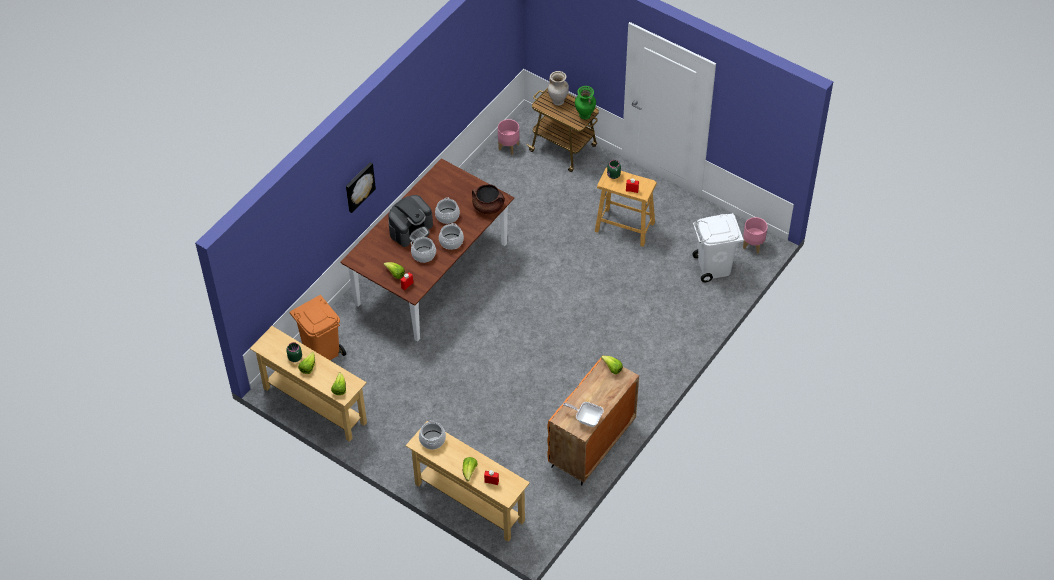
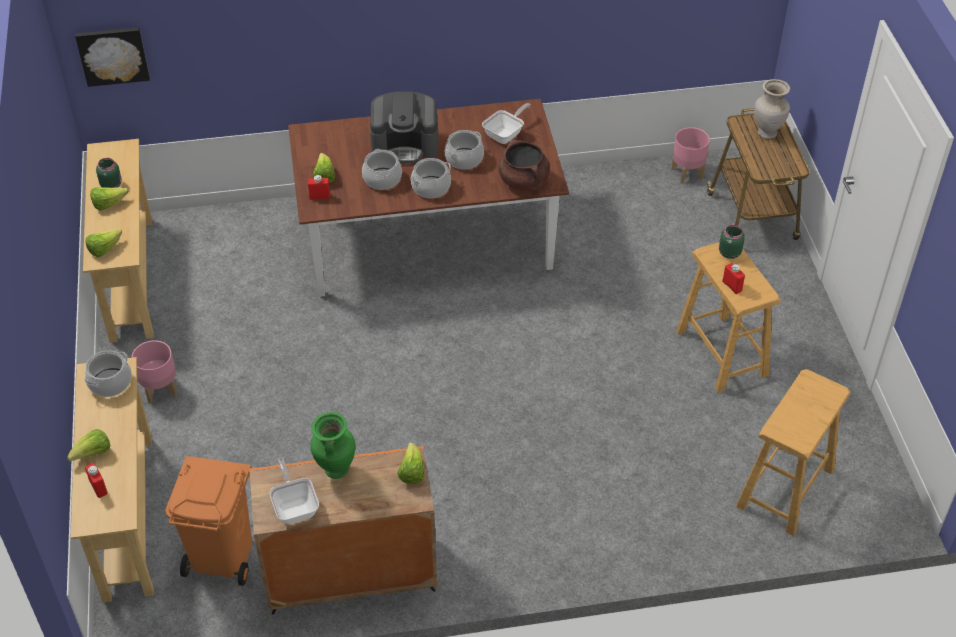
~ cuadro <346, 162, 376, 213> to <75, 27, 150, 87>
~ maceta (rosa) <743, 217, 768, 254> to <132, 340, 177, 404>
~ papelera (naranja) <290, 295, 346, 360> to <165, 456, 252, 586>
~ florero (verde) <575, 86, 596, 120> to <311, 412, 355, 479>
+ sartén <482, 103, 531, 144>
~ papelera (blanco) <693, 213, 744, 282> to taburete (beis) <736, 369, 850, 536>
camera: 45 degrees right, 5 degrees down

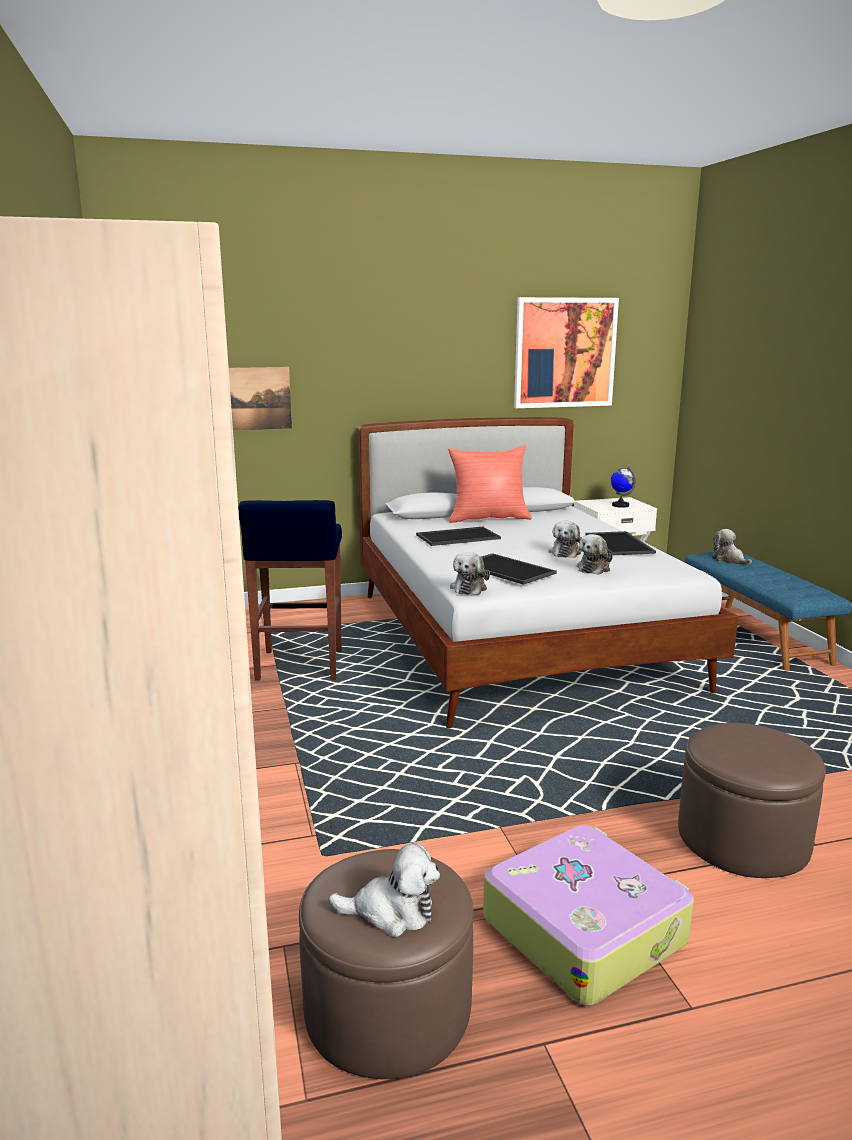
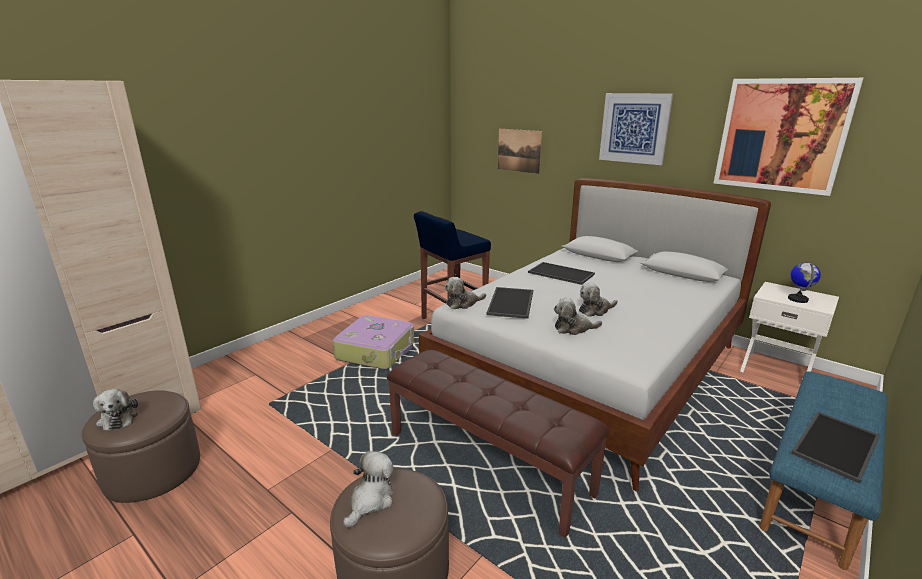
~ maleta <483, 825, 694, 1006> to <333, 315, 414, 369>
~ peluche <711, 529, 752, 565> to <343, 451, 393, 528>
+ banco (marrón) <387, 350, 610, 538>
+ cuadro <599, 93, 673, 165>
~ bandeja <585, 531, 656, 555> to <791, 412, 880, 484>
- cojín (rojo) <448, 446, 532, 523>
camera: 55 degrees right, 5 degrees up

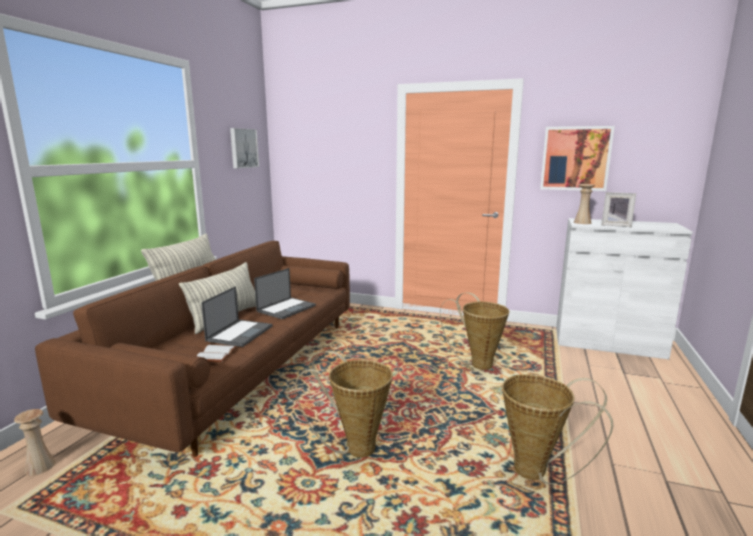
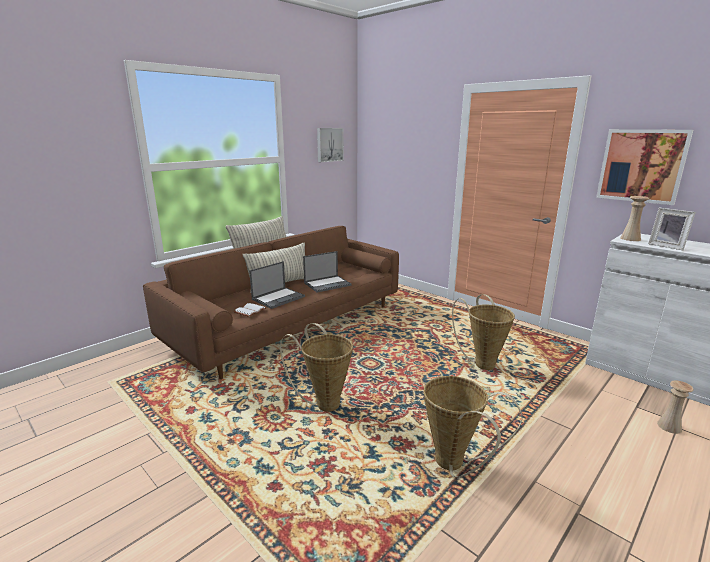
~ florero (beis) <14, 409, 55, 476> to <657, 380, 694, 434>
camera: 25 degrees right, 5 degrees up

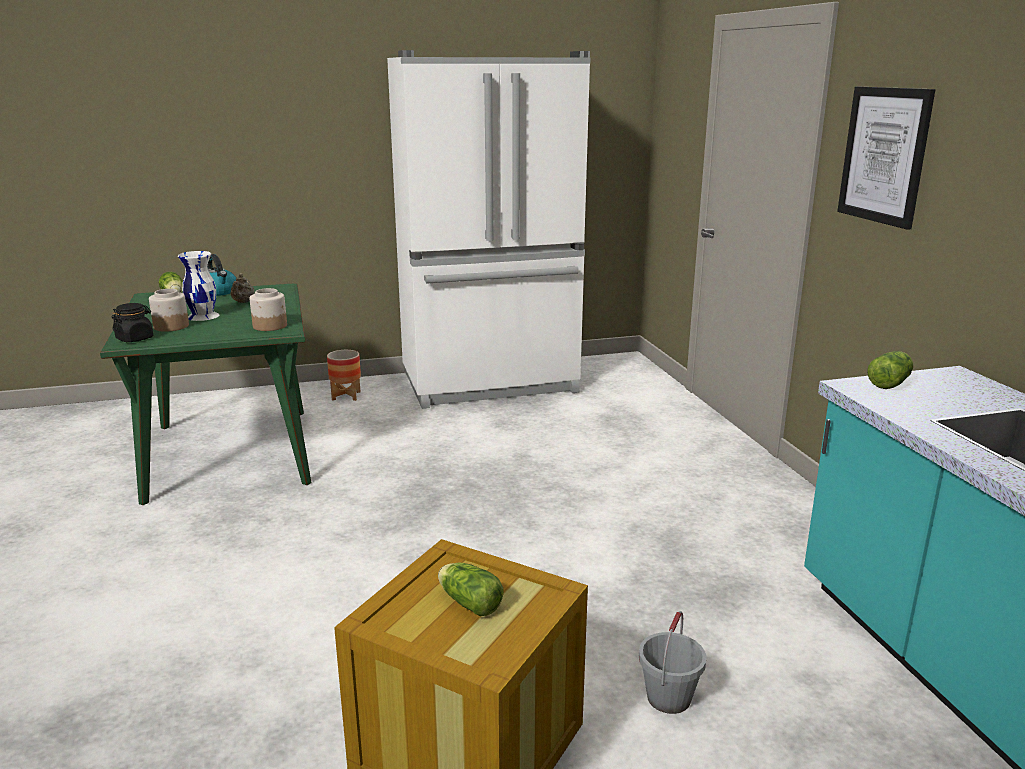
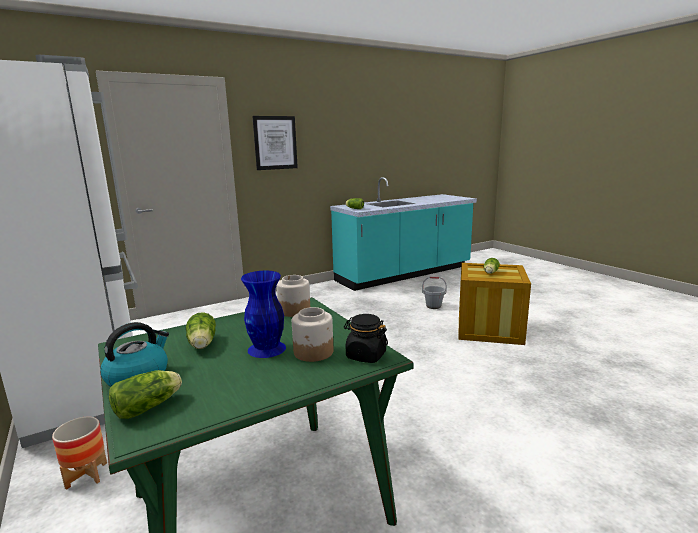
~ tetera (beis) <230, 273, 254, 303> to lechuga <186, 312, 216, 349>
~ florero (blanco) <178, 251, 219, 321> to florero (azul) <241, 271, 286, 358>
camera: 105 degrees left, 5 degrees down

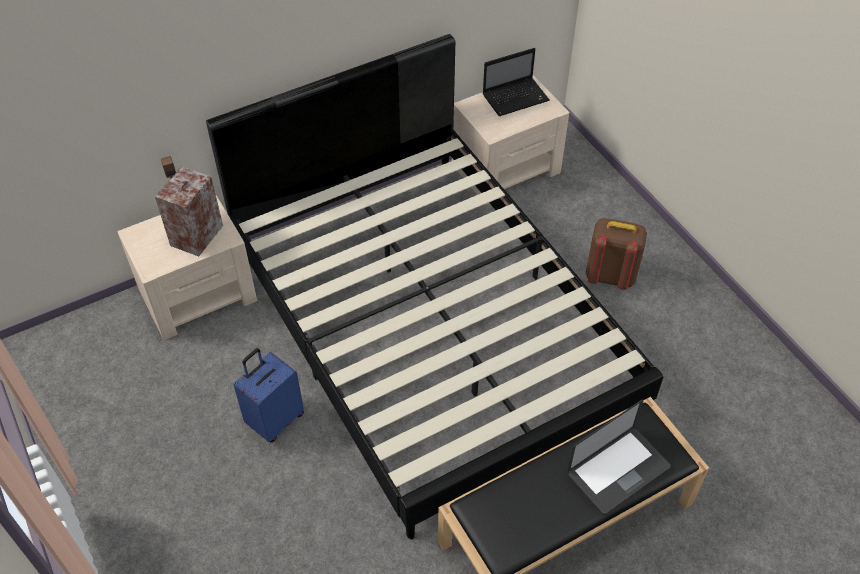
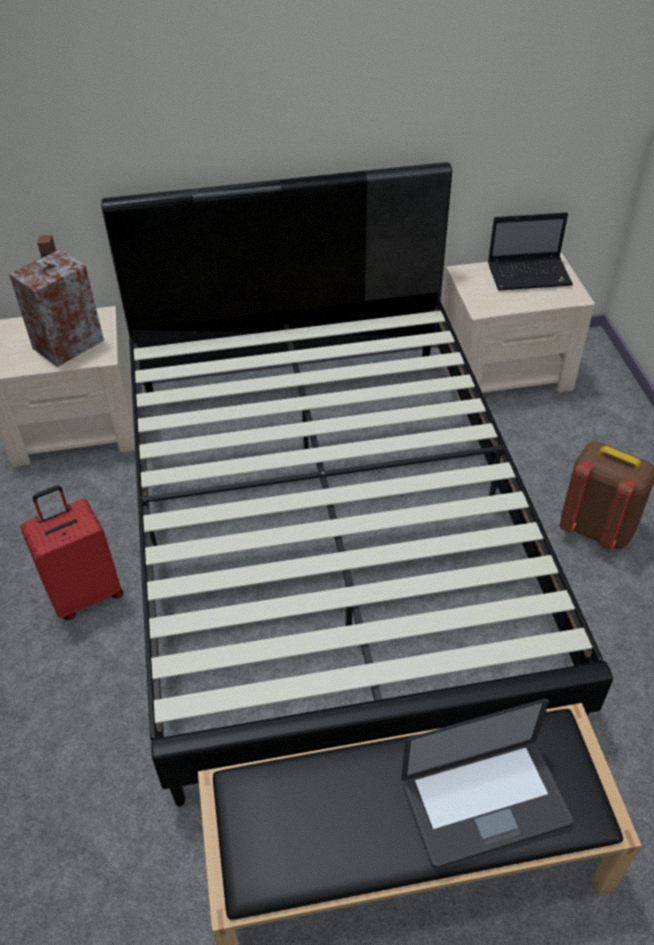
~ maleta (azul) <234, 348, 304, 442> to maleta (rojo) <20, 485, 123, 620>
camera: 20 degrees right, 5 degrees down

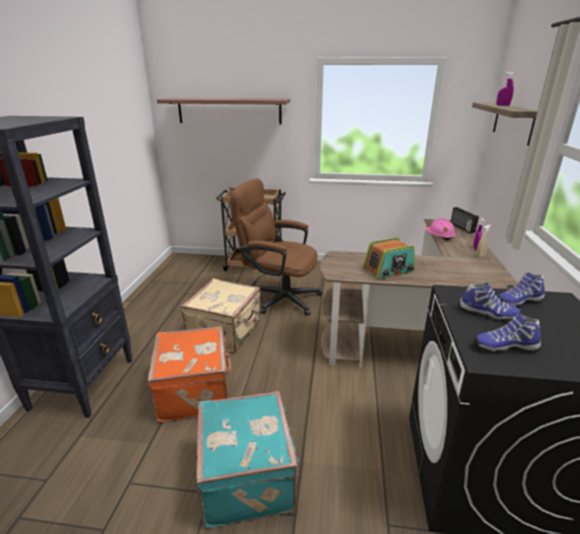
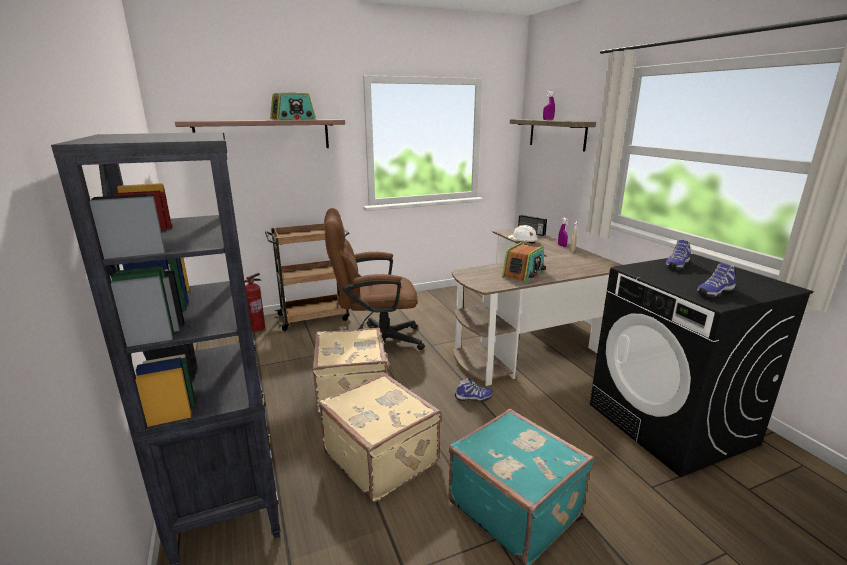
+ extintor <245, 273, 265, 332>
+ radio <270, 93, 316, 120>
~ maleta (naranja) <147, 326, 232, 422> to maleta (beis) <319, 373, 441, 502>
~ zapato <458, 282, 521, 322> to <455, 378, 493, 402>
~ casco (rosa) <425, 218, 456, 240> to casco (blanco) <508, 225, 538, 244>
camera: 30 degrees left, 5 degrees down

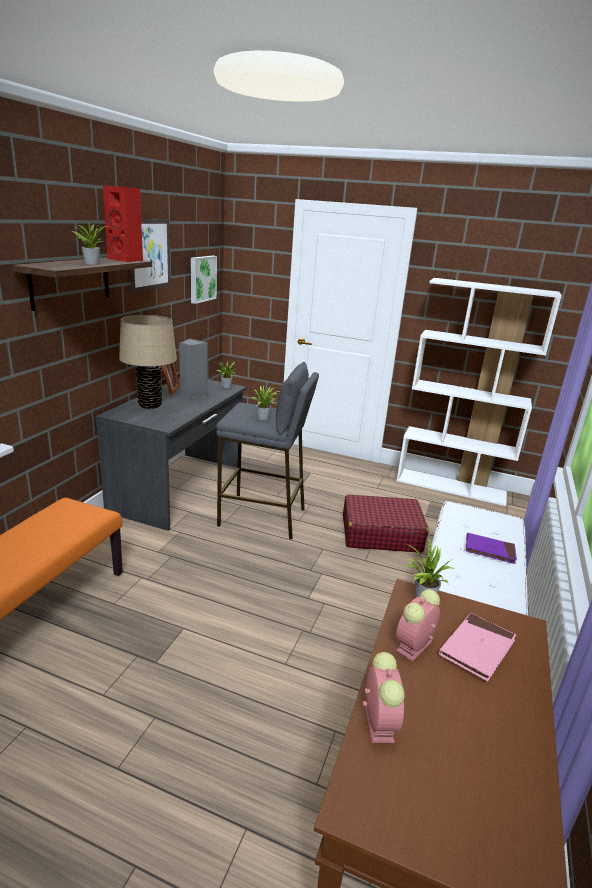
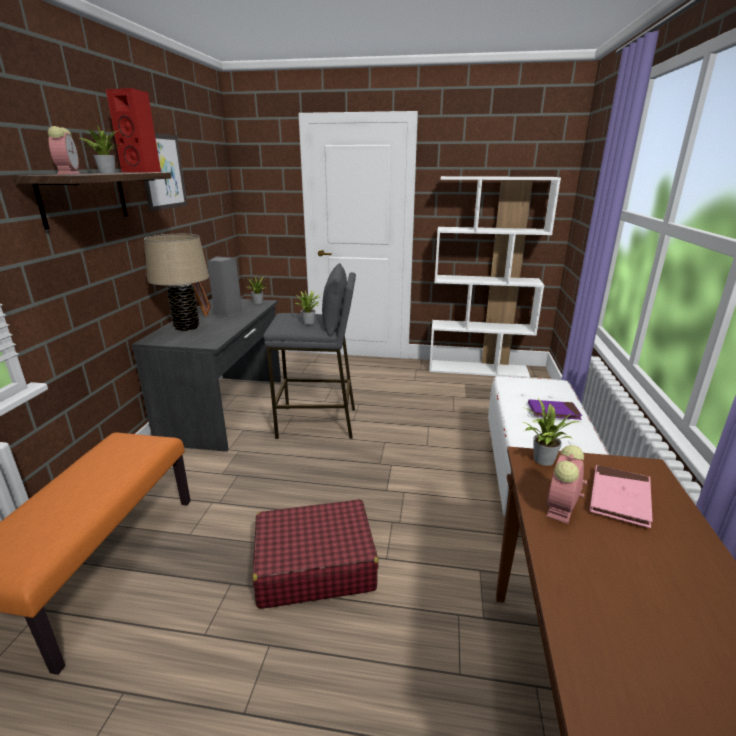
~ despertador <362, 652, 405, 743> to <48, 126, 80, 174>
~ maleta (rojo) <343, 494, 429, 553> to <252, 499, 378, 609>
- cuadro <191, 256, 217, 304>
camera: 10 degrees left, 0 degrees up

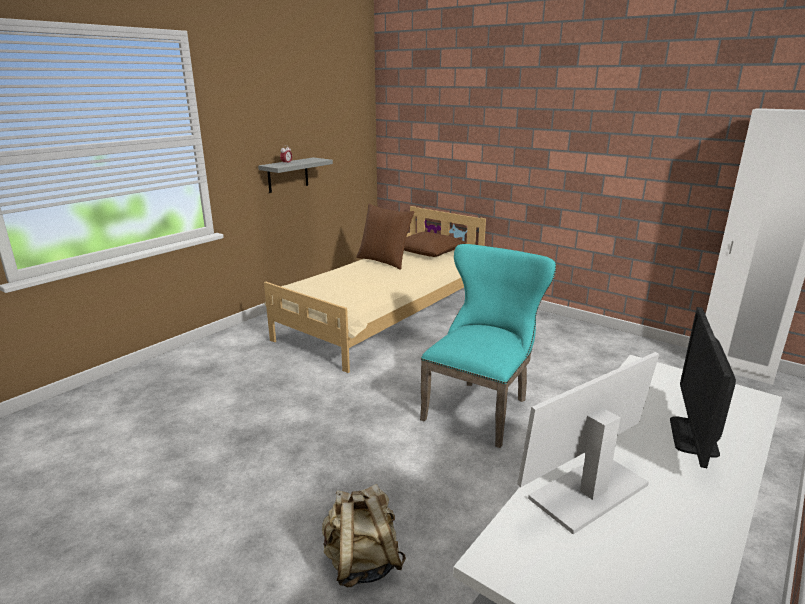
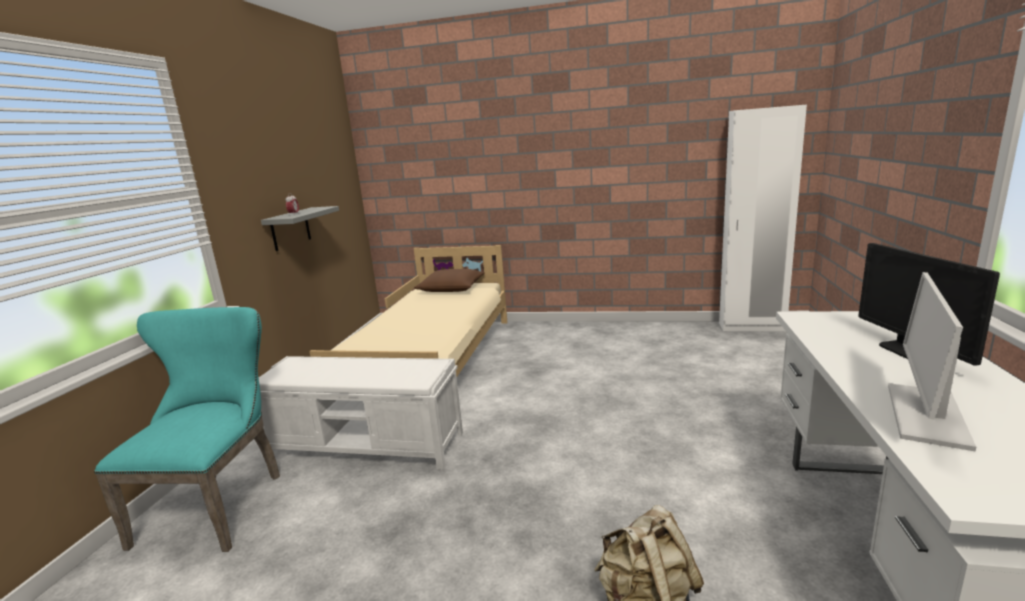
~ silla (turquesa) <420, 244, 556, 448> to <94, 307, 280, 552>
+ banco (blanco) <258, 356, 463, 470>
- cojín (marrón) <356, 204, 414, 270>
camera: 25 degrees left, 5 degrees down

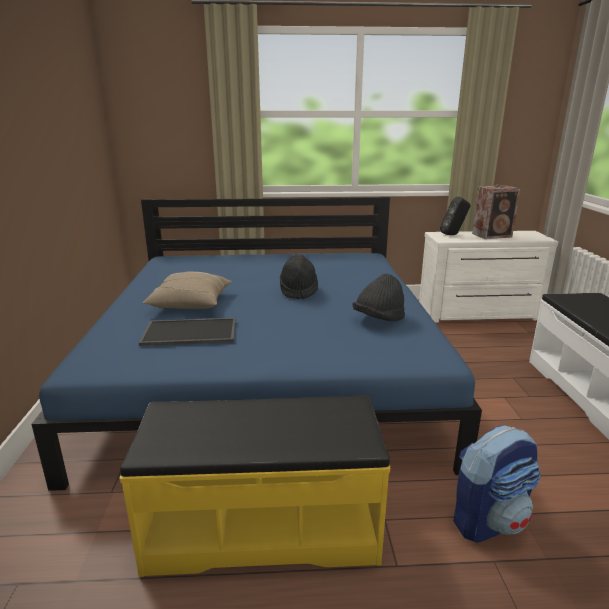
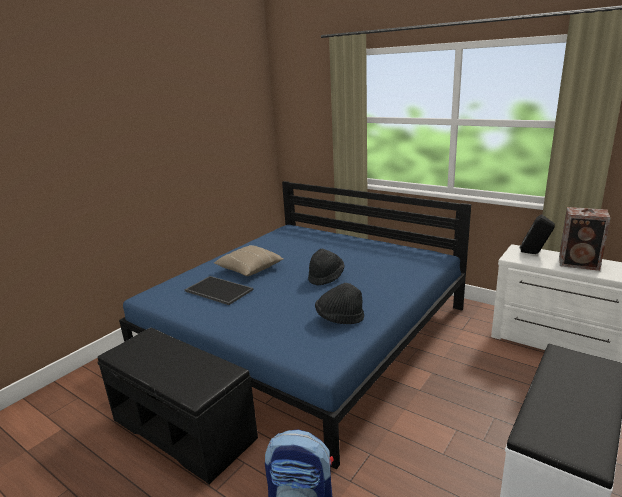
~ banco (amarillo) <120, 395, 390, 577> to banco (negro) <97, 328, 258, 484>
camera: 40 degrees right, 0 degrees up

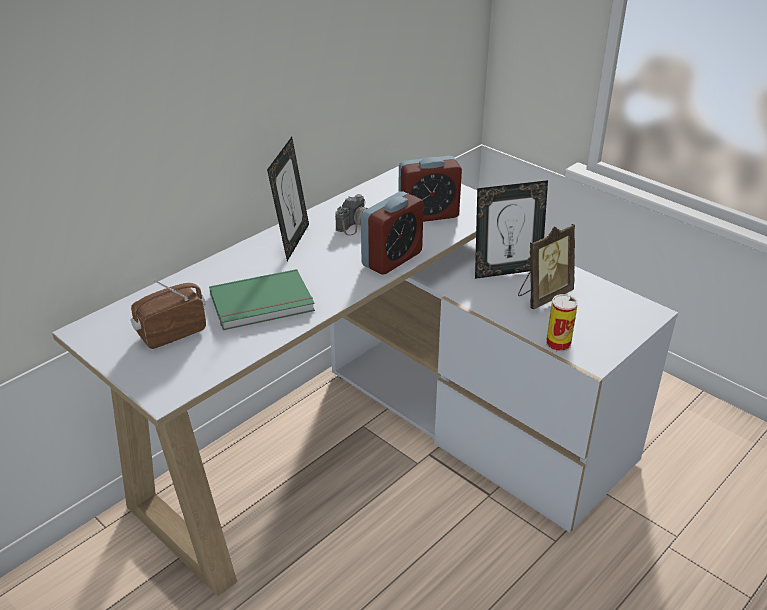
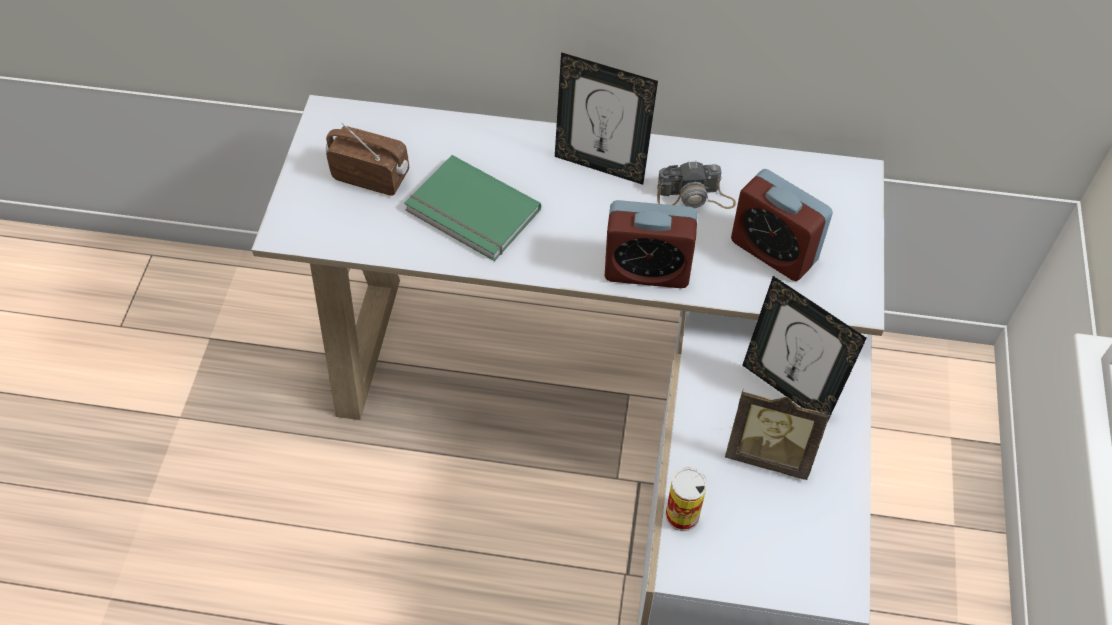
~ portarretratos <267, 137, 309, 261> = <555, 52, 658, 185> 45 degrees clockwise
camera: 55 degrees right, 20 degrees up

